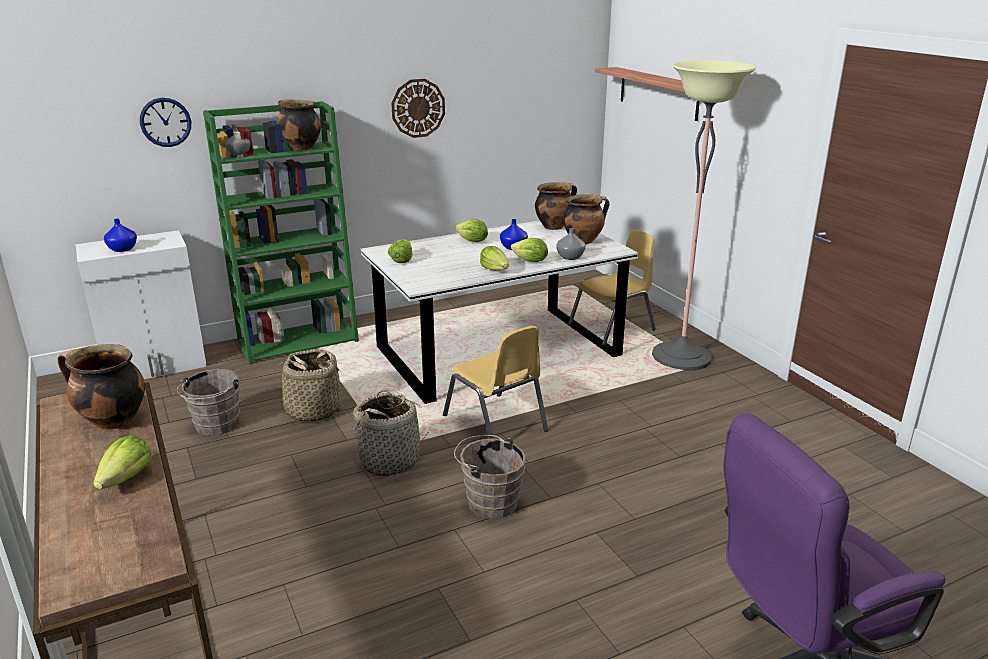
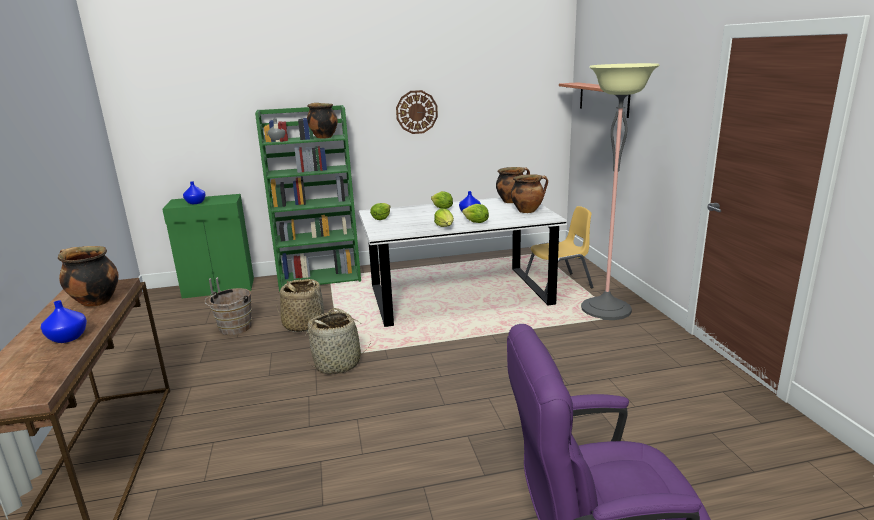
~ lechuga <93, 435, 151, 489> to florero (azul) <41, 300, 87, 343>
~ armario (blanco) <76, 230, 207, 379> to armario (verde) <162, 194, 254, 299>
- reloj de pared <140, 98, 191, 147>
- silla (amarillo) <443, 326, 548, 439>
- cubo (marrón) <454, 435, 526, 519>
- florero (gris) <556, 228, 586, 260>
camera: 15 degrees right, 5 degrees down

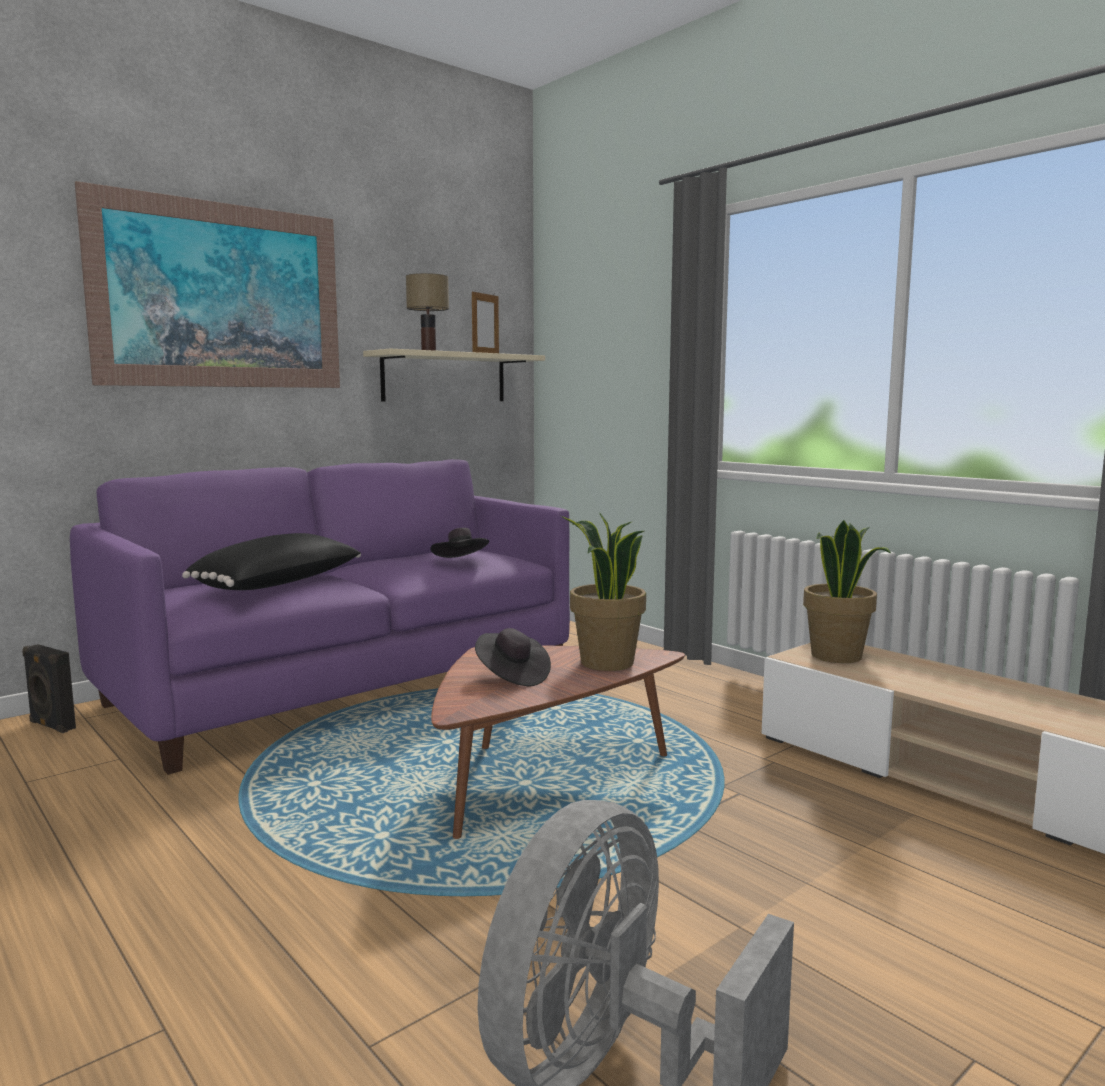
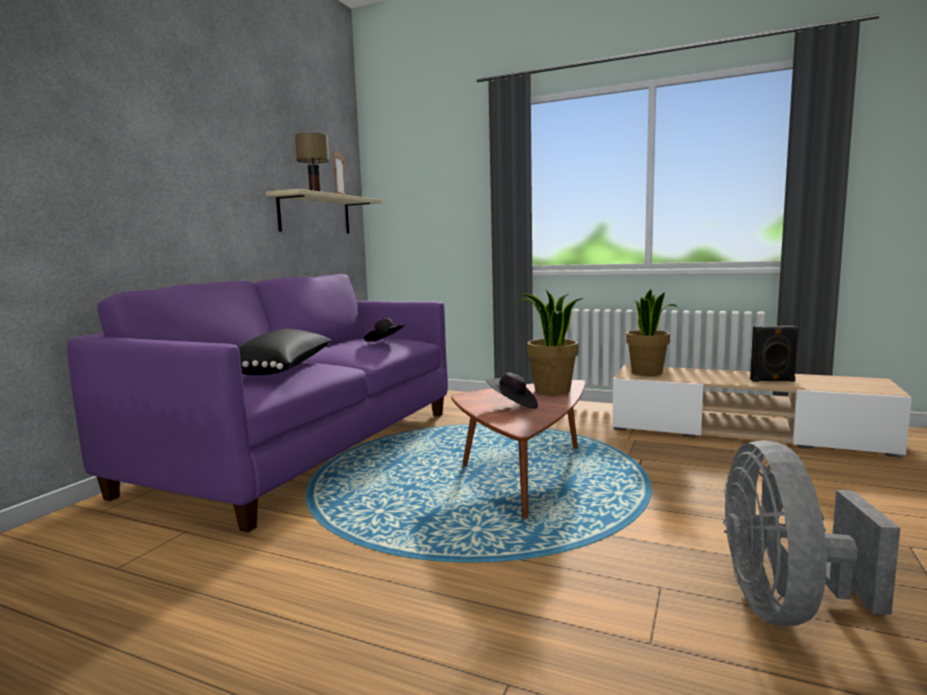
~ altavoz (negro) <22, 644, 76, 733> to <750, 326, 799, 382>
- cuadro <75, 181, 340, 388>
camera: 25 degrees left, 0 degrees up

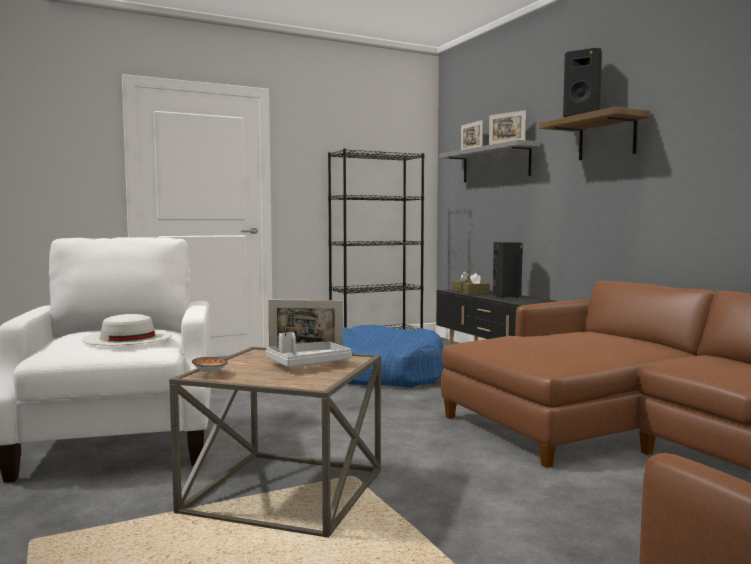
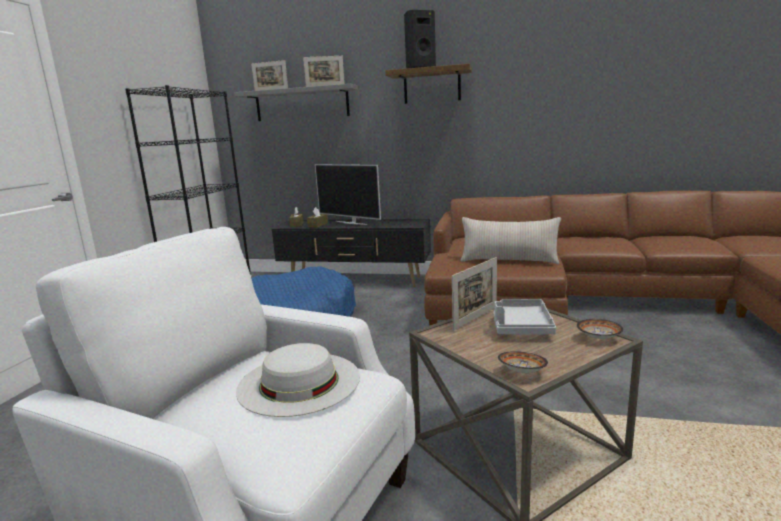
~ altavoz (negro) <493, 242, 523, 298> to televisor <315, 164, 381, 225>
+ cojín (beis) <461, 217, 561, 264>
+ cuenco <577, 319, 623, 339>
camera: 50 degrees left, 10 degrees up

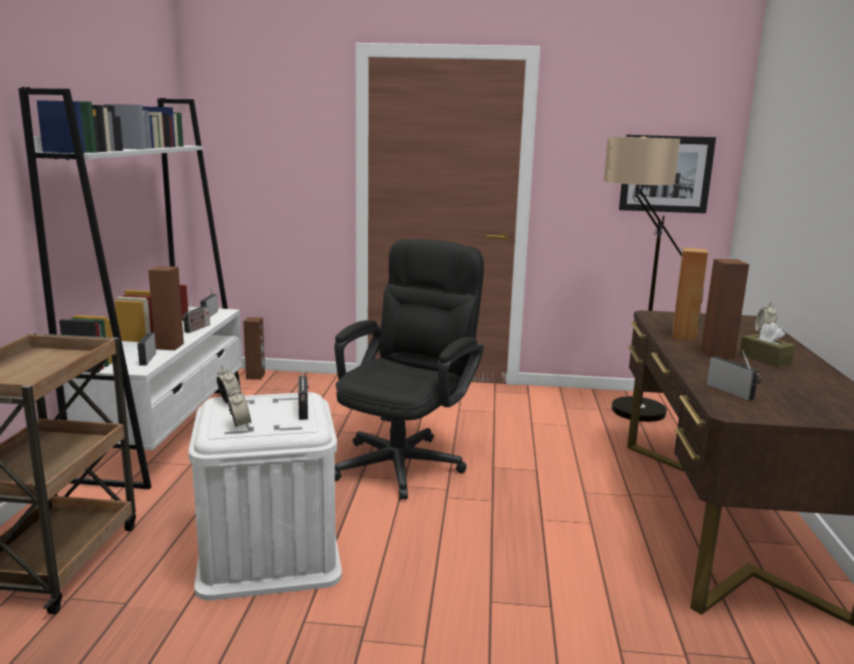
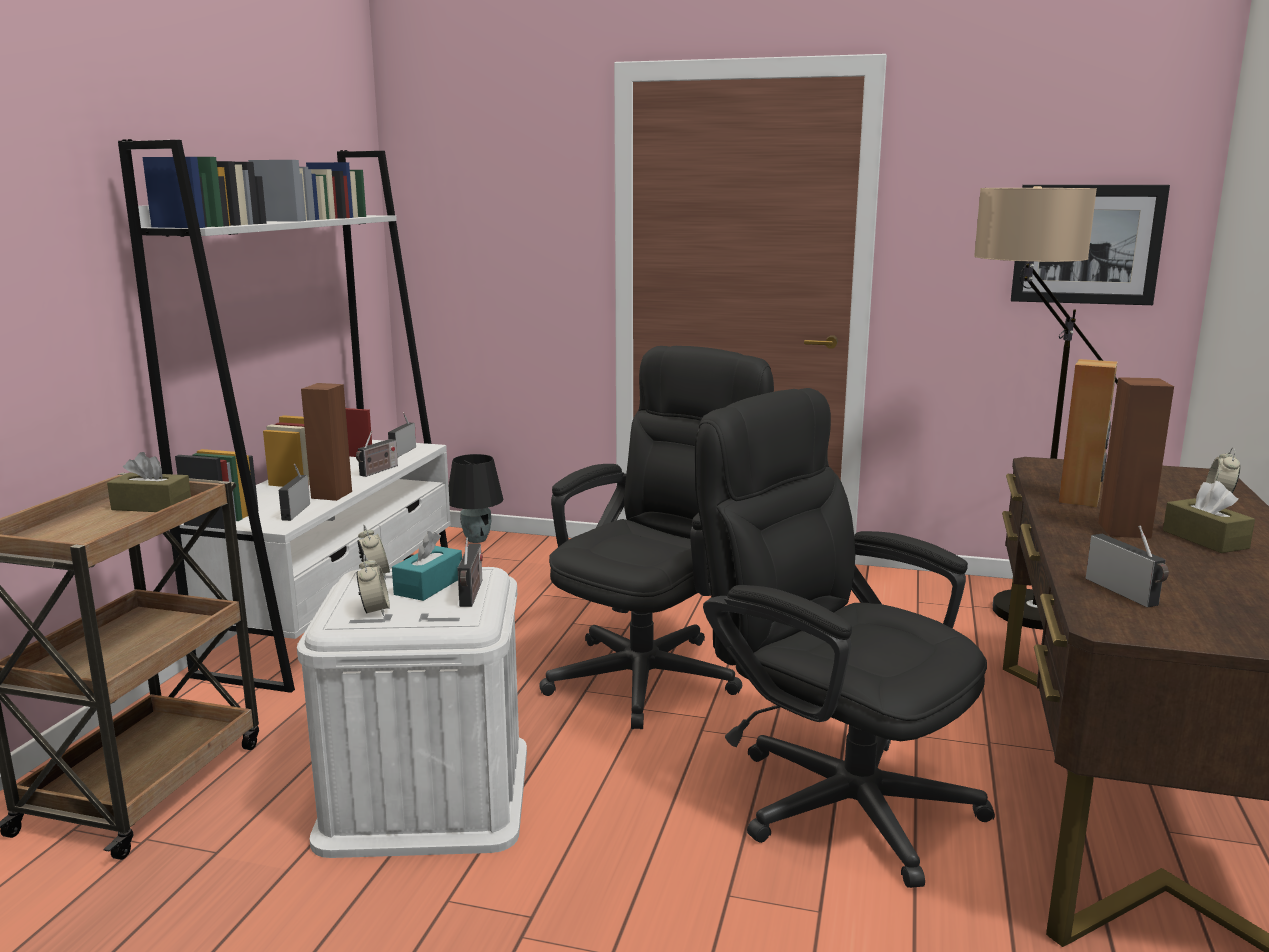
+ caja de pañuelos (marrón) <107, 452, 191, 512>
+ caja de pañuelos (turquesa) <392, 531, 462, 601>
~ altavoz (marrón) <243, 317, 265, 380> to lámpara de mesa (negro) <449, 454, 503, 543>
+ silla de oficina (negro) <695, 388, 995, 888>
camera: 10 degrees right, 0 degrees up

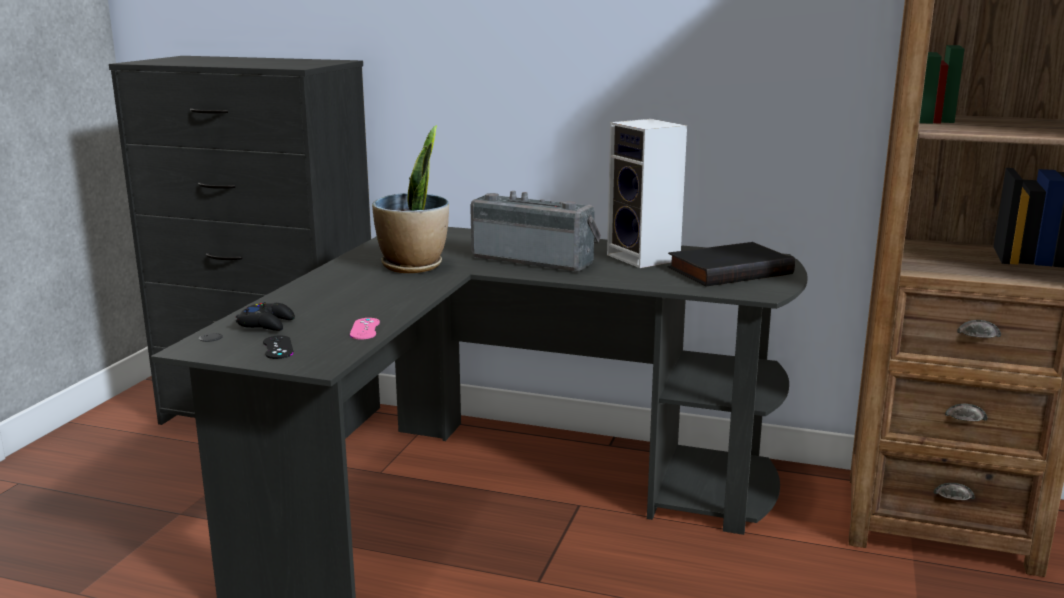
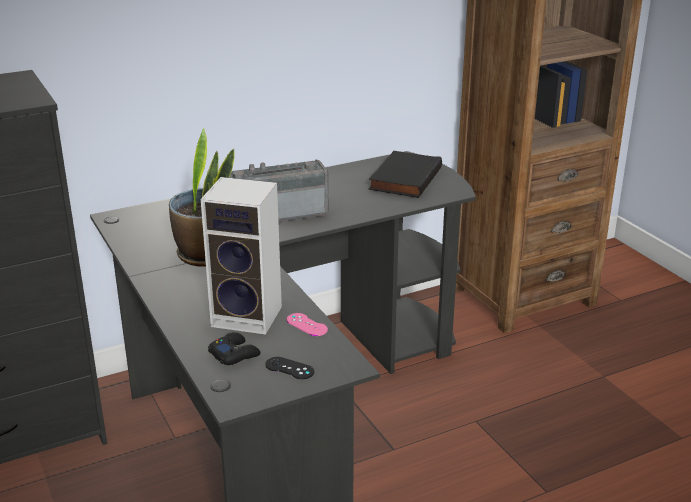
~ altavoz <607, 119, 687, 268> to <201, 177, 282, 335>
camera: 45 degrees left, 10 degrees up

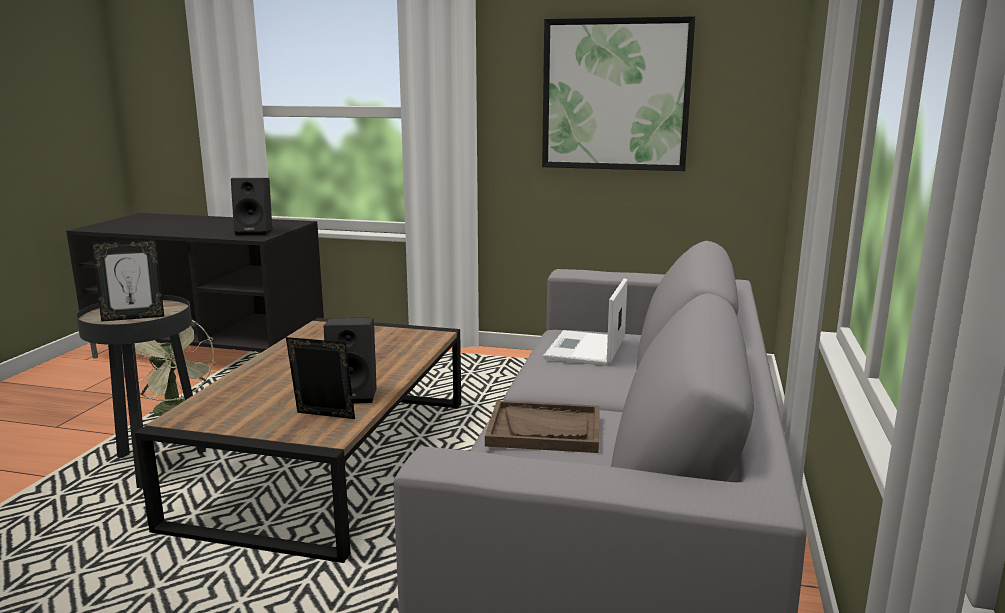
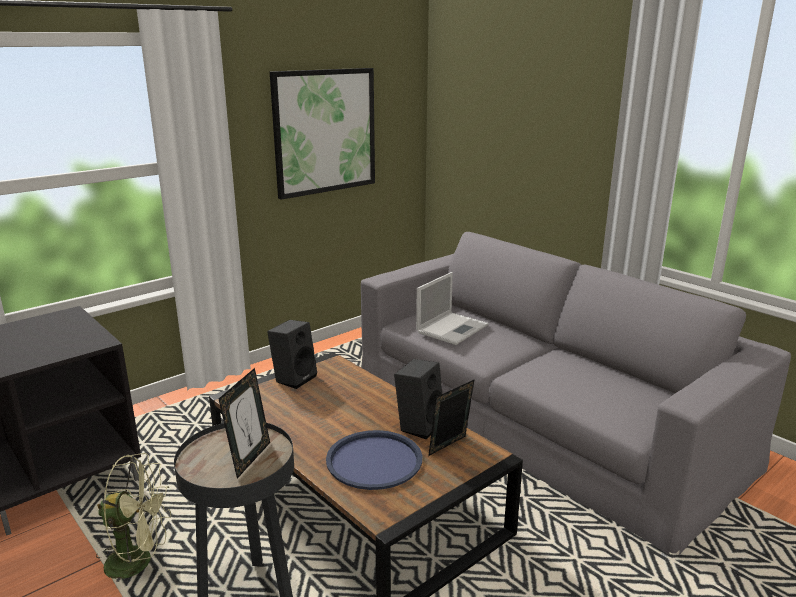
~ altavoz (negro) <231, 178, 272, 235> to <267, 320, 317, 389>
+ bandeja (azul) <326, 430, 422, 490>
~ portátil <543, 278, 628, 366> = <416, 272, 489, 345> 105 degrees counterclockwise
- bandeja (marrón) <485, 400, 600, 453>
camera: 55 degrees left, 5 degrees up

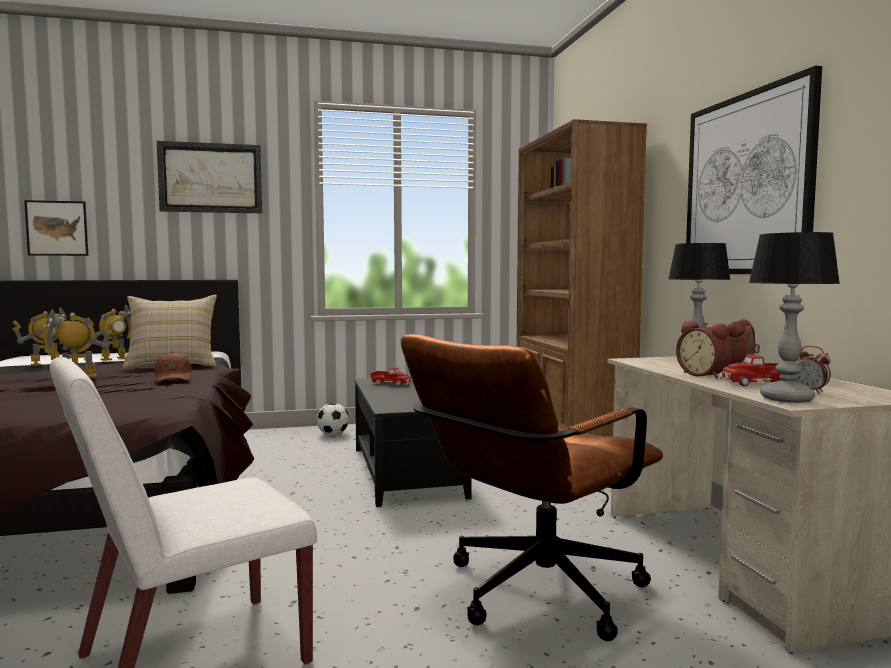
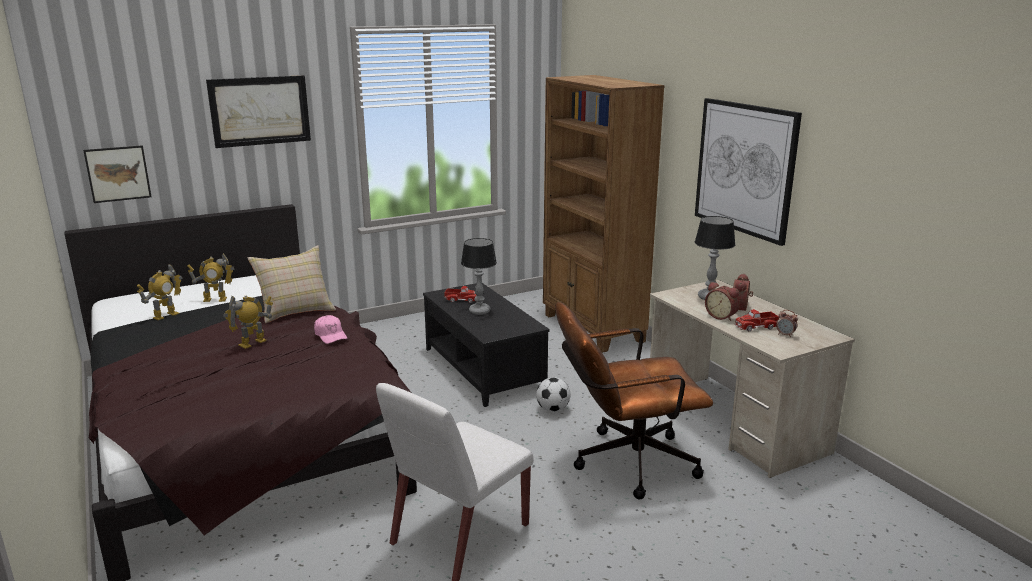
~ robot de juguete <86, 305, 132, 361> = <187, 253, 234, 302> 60 degrees clockwise
~ gorra (marrón) <154, 351, 192, 382> to gorra (rosa) <314, 315, 347, 344>
~ lámpara de mesa <749, 232, 840, 403> to <461, 238, 497, 315>
~ balón de fútbol <317, 403, 349, 435> to <536, 377, 570, 412>
~ silla de oficina (marrón) <401, 334, 663, 641> = <555, 302, 713, 500> 45 degrees clockwise
camera: 15 degrees left, 15 degrees up

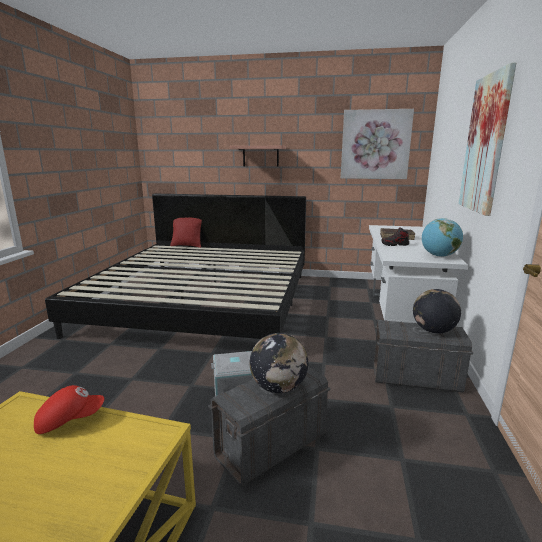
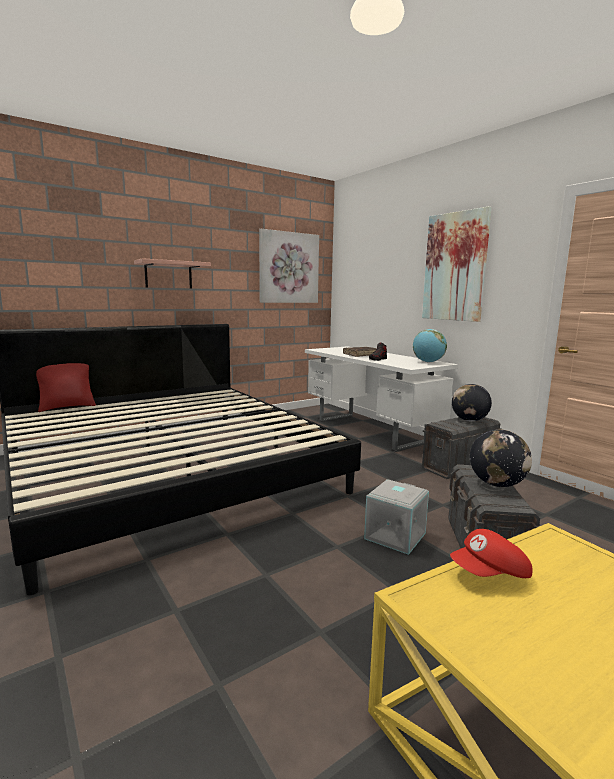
~ gorra (rojo) <34, 385, 104, 434> = <450, 529, 533, 578> 135 degrees counterclockwise
camera: 45 degrees left, 5 degrees down

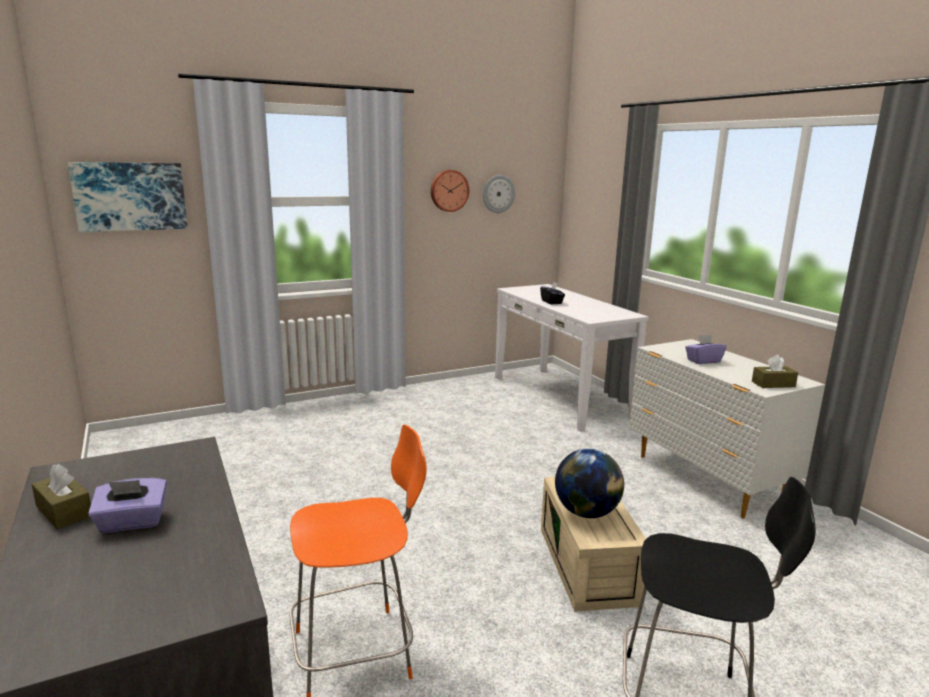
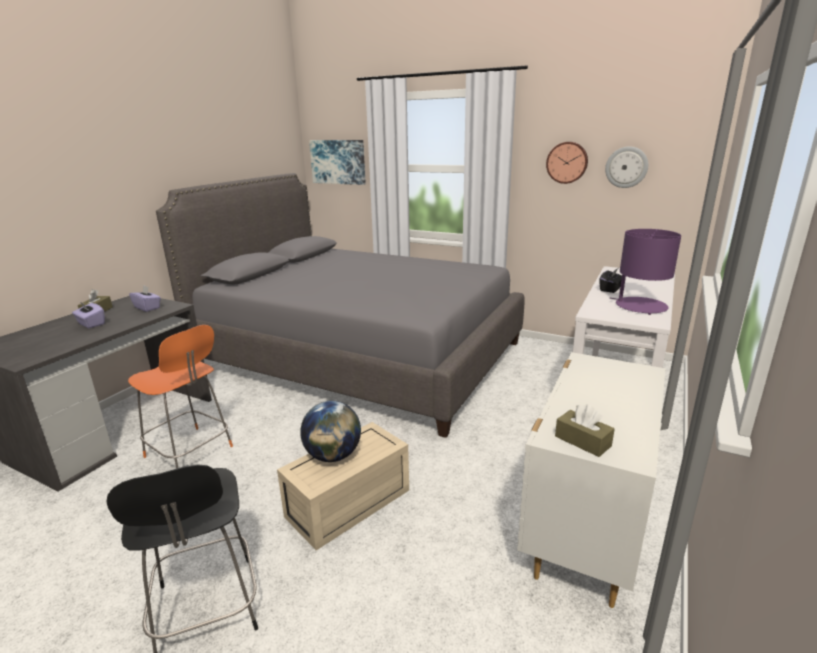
~ caja de pañuelos (morado) <685, 334, 727, 364> to <129, 285, 161, 312>
+ cama (gris) <156, 173, 525, 438>
+ lámpara de mesa (morado) <610, 229, 681, 315>
camera: 55 degrees right, 5 degrees up

